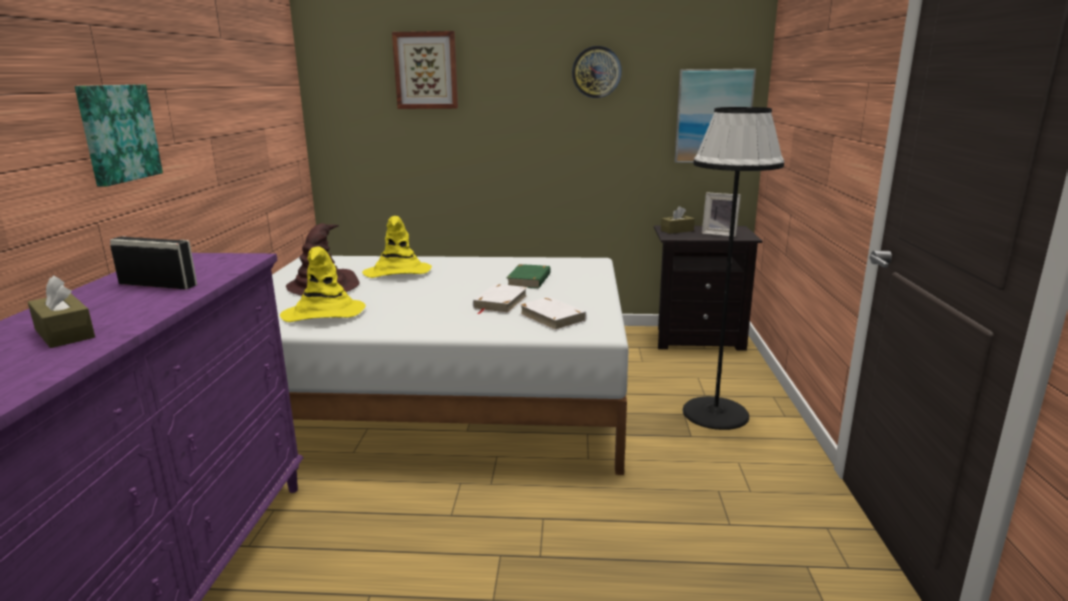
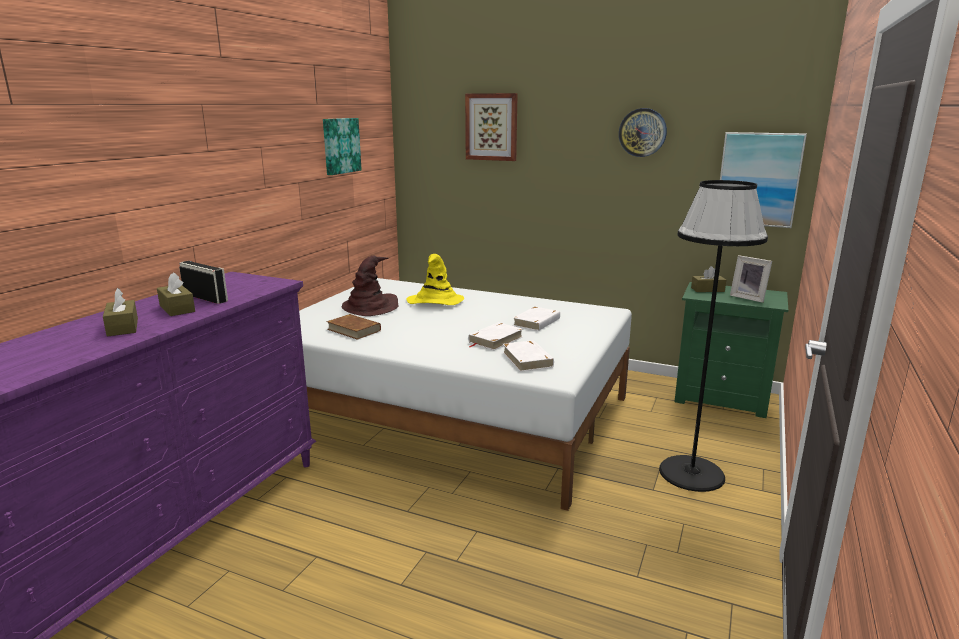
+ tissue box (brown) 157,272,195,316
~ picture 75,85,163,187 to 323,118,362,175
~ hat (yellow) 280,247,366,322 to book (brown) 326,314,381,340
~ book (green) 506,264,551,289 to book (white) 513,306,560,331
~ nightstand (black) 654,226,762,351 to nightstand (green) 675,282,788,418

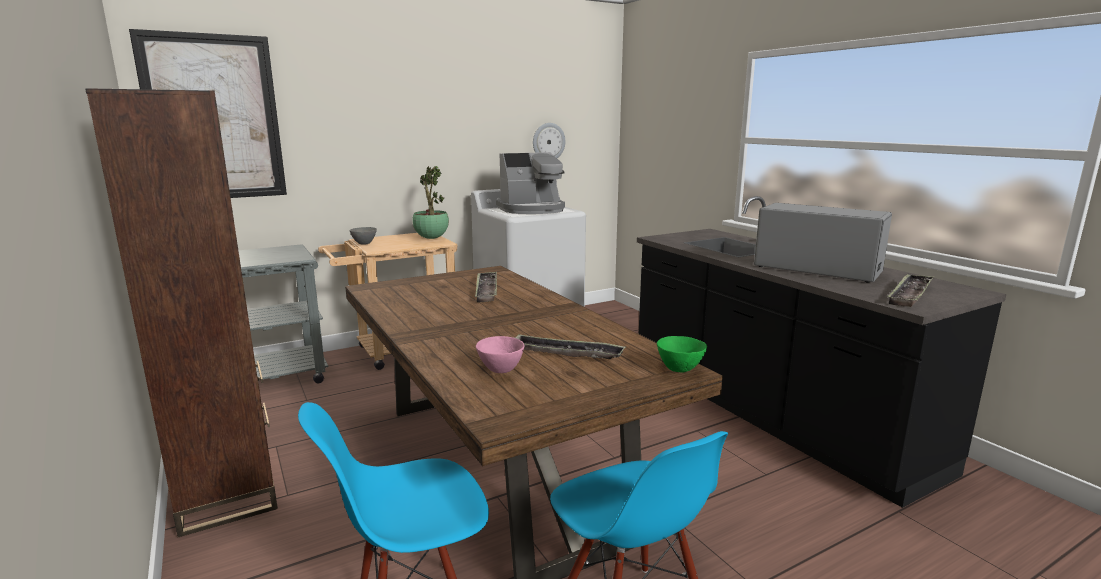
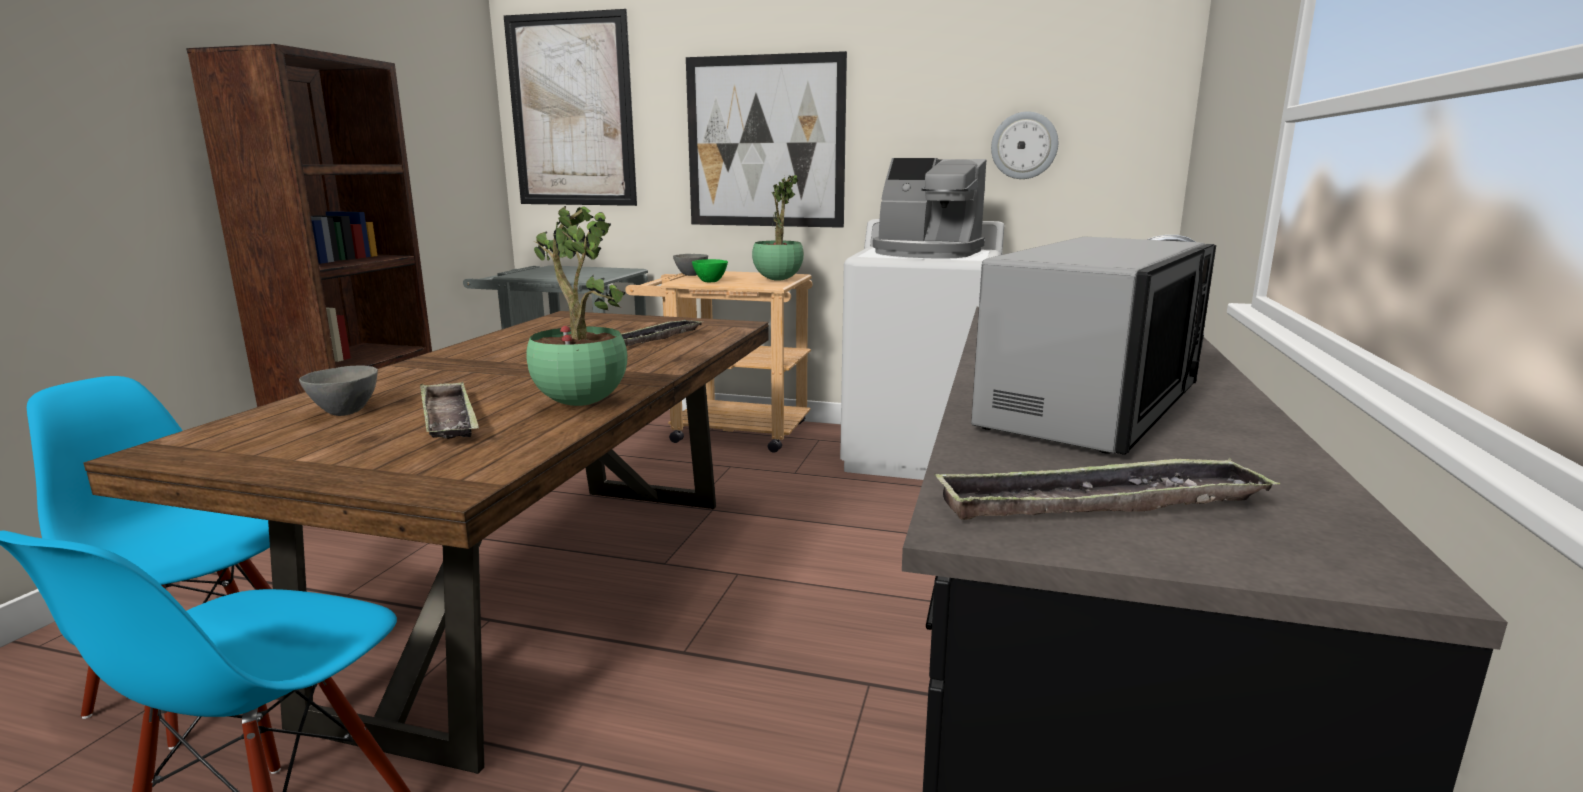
+ potted plant 526,206,627,406
+ picture 686,51,847,228
~ bowl (green) 657,336,707,372 to 692,259,728,282
~ bowl (pink) 476,336,524,373 to bowl (grey) 299,366,378,416
~ microwave 754,203,892,283 = 971,236,1216,455 45 degrees clockwise

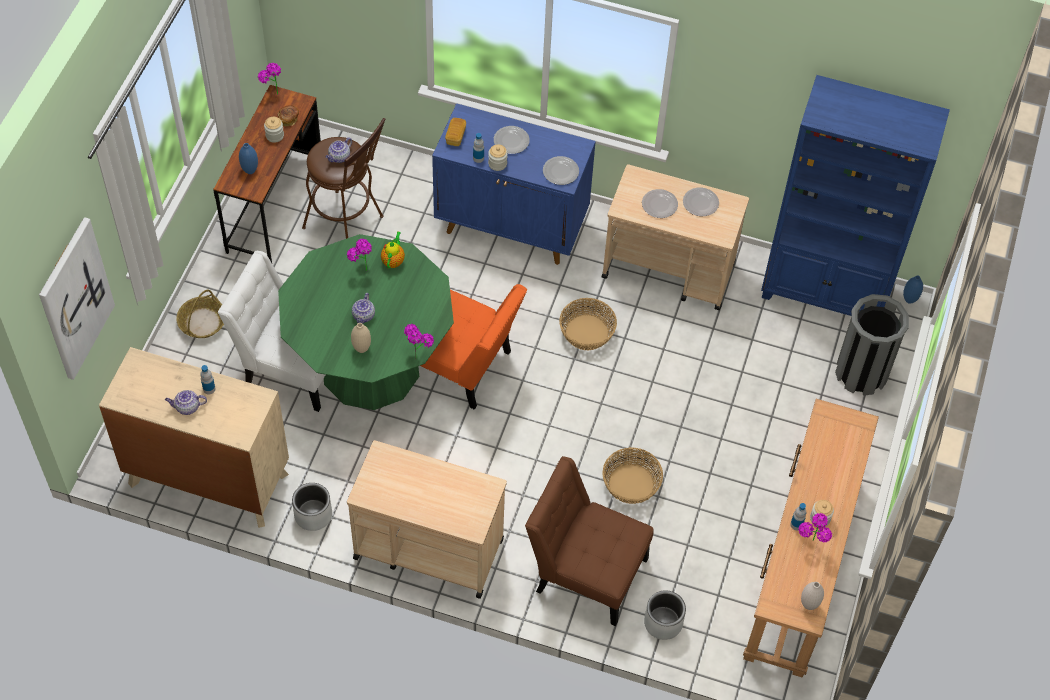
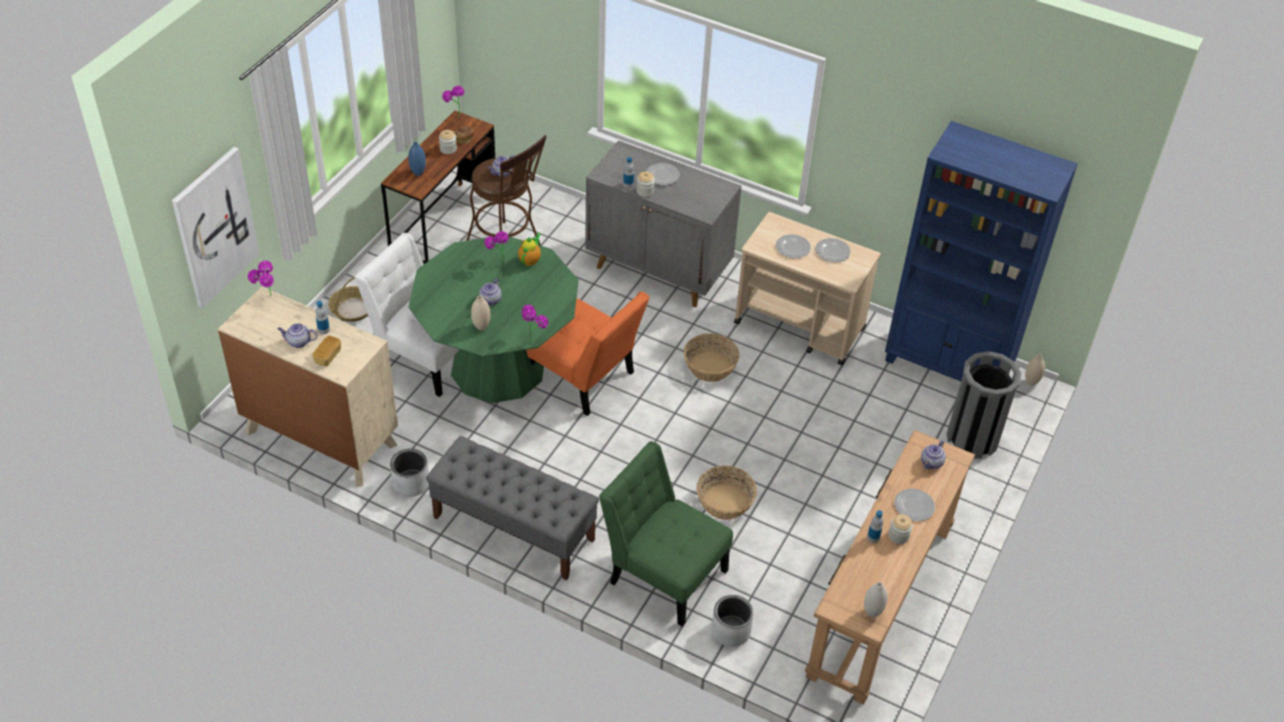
+ teapot 921,440,946,469
~ bread 445,118,466,146 to 312,336,341,366
~ plate 543,156,579,185 to 894,489,935,521
~ potted plant 798,513,832,543 to 248,260,274,295
~ cart (beige) 347,440,507,599 to bench (grey) 426,436,599,580
~ cabinet (blue) 432,103,596,265 to cabinet (grey) 585,141,742,307
~ chair (brown) 525,456,654,626 to chair (green) 599,441,733,626
~ vase (blue) 903,275,923,304 to vase (beige) 1025,354,1045,386

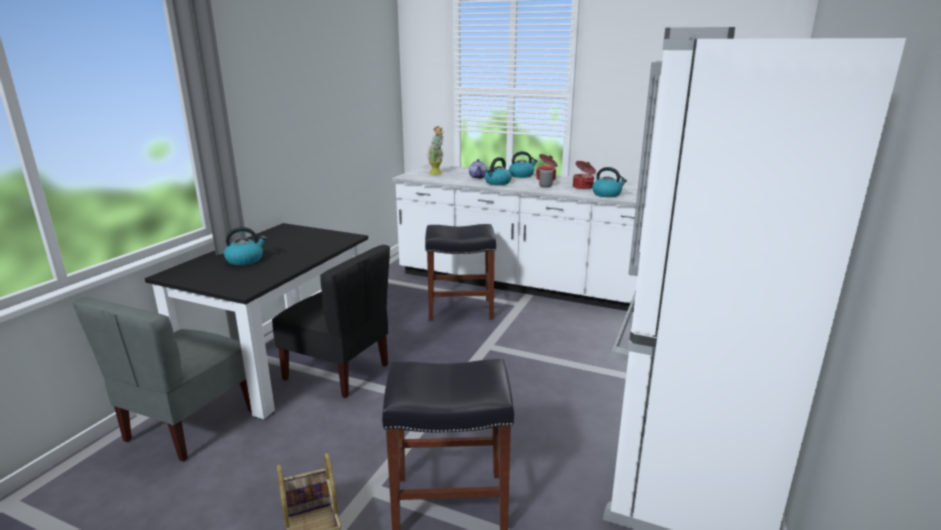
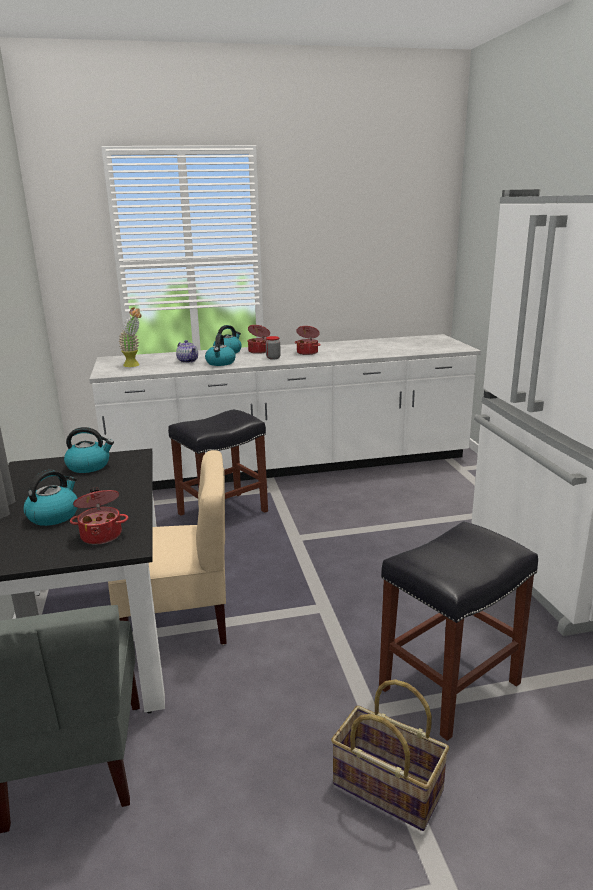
+ cooking pot 70,488,128,545
~ kettle 592,167,627,197 to 64,427,114,473
~ chair (black) 272,245,390,398 to chair (beige) 108,450,227,645

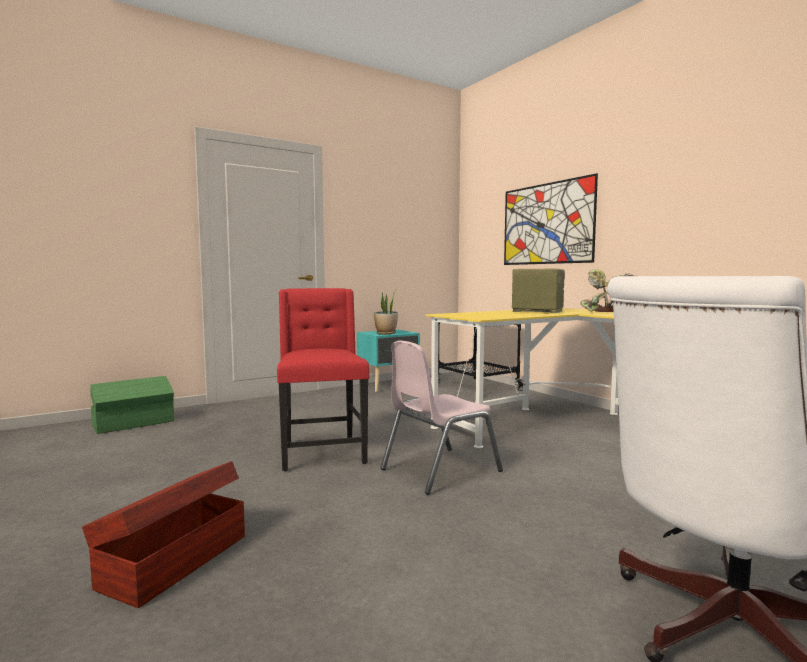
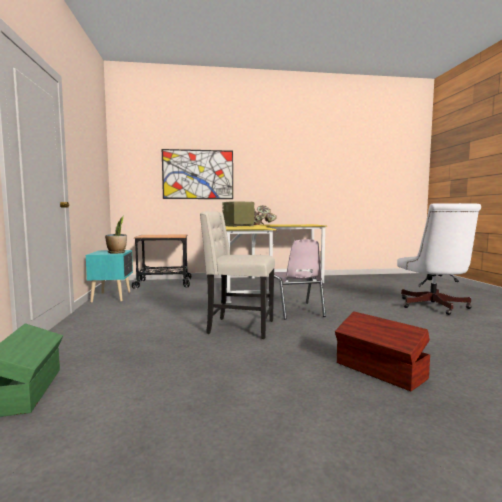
~ chair (red) 277,288,369,471 to chair (beige) 200,211,275,339

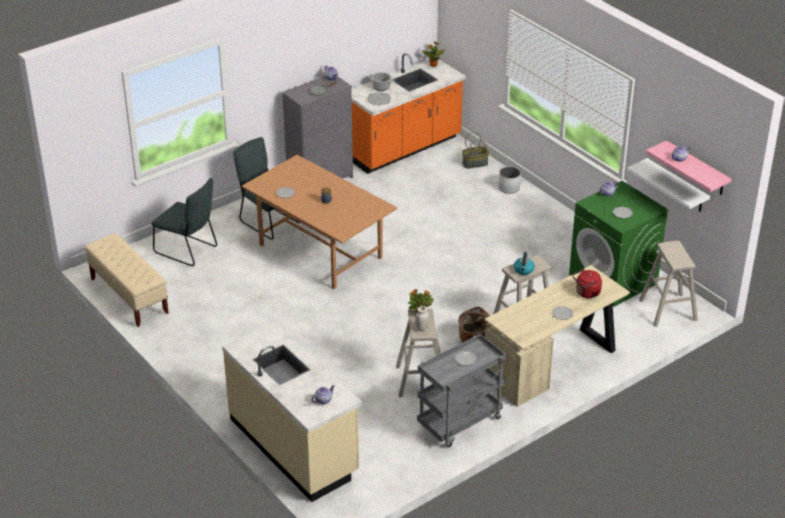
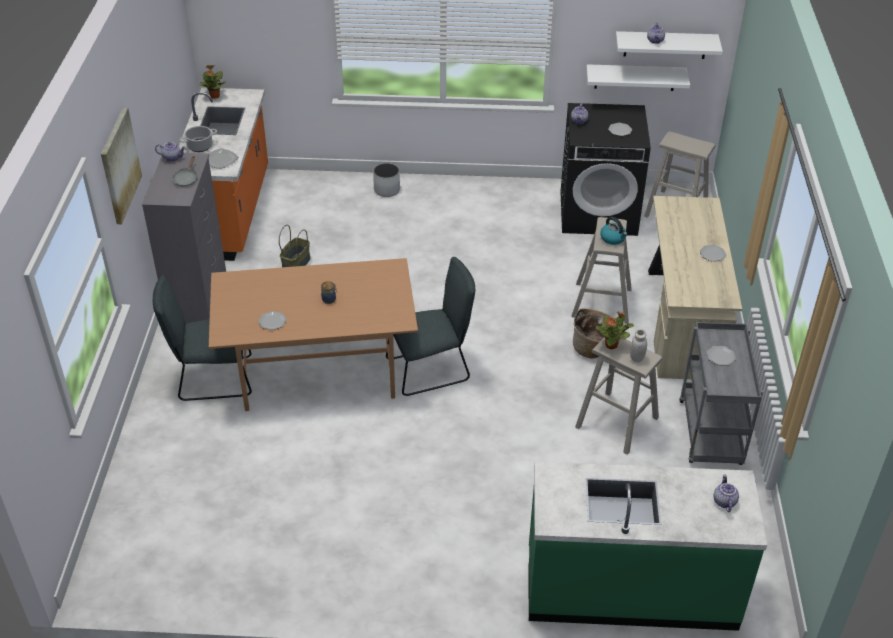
- bench (beige) 85,233,169,327
- kettle (red) 572,269,602,298
+ picture 101,107,142,224
~ chair (grey) 151,178,217,266 to 386,257,475,396
~ basket 462,132,489,169 to 279,225,310,267
~ counter (beige) 222,322,362,502 to counter (green) 529,462,767,631
~ washing machine (green) 569,181,669,307 to washing machine (black) 560,103,651,236
~ shelf (pink) 646,140,732,195 to shelf (white) 616,31,723,59

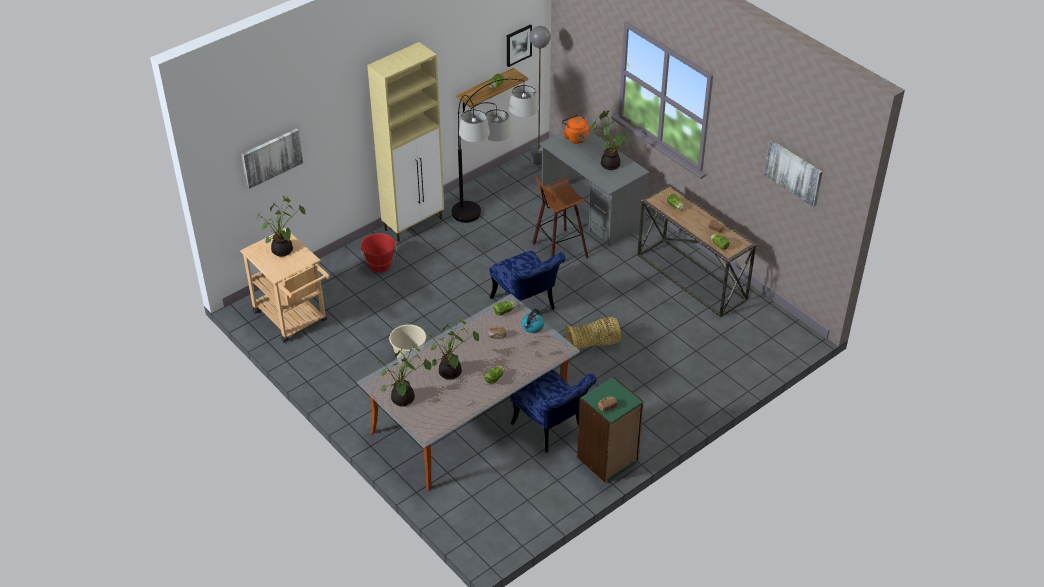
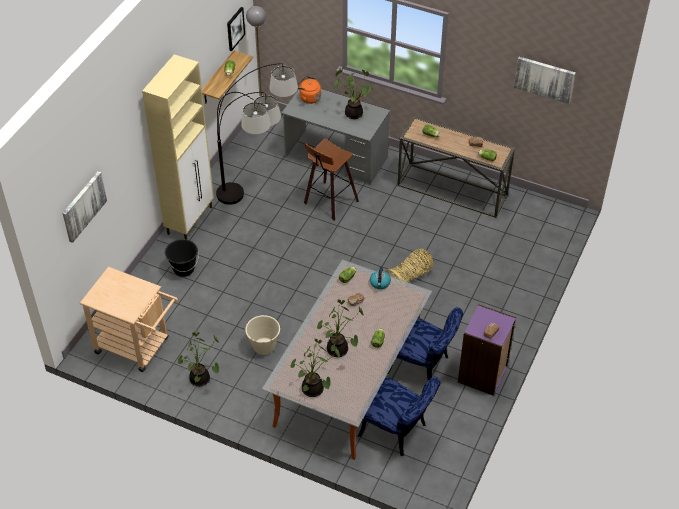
~ potted plant 257,196,305,256 to 178,332,219,387
~ chair (blue) 489,251,565,309 to 358,377,440,456
~ bucket (red) 361,233,396,273 to bucket (black) 165,239,199,277
~ bookcase (green) 577,376,644,483 to bookcase (purple) 458,304,516,396

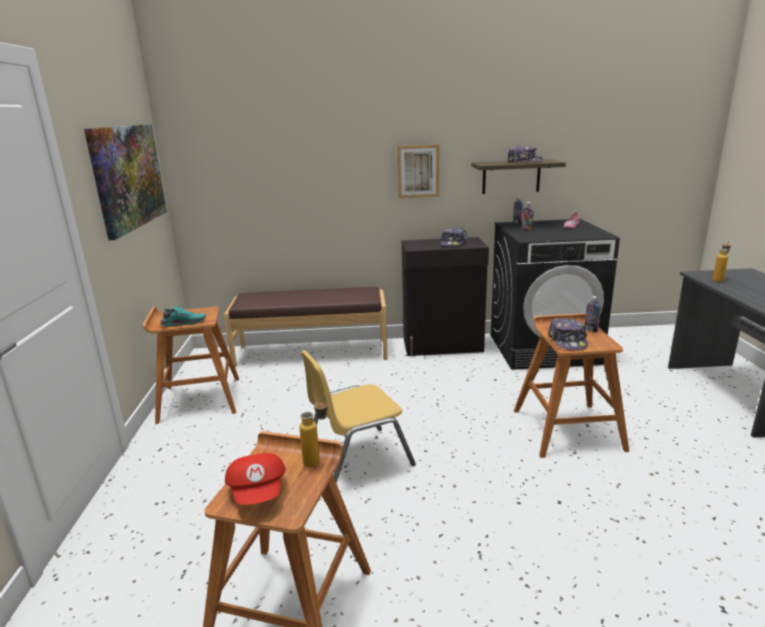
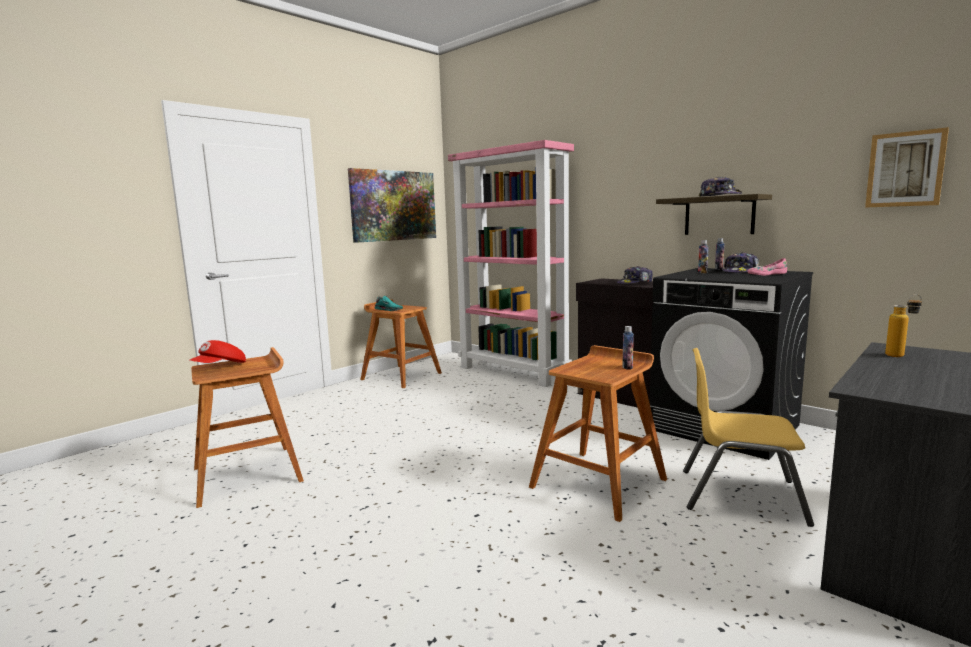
- bottle 299,398,328,467
~ chair (yellow) 300,350,416,483 to 683,348,814,527
~ picture 397,144,439,198 to 865,127,949,207
~ cap 548,318,588,350 to 723,252,759,273
~ bench (brown) 224,287,388,368 to bookcase (pink) 448,140,574,387

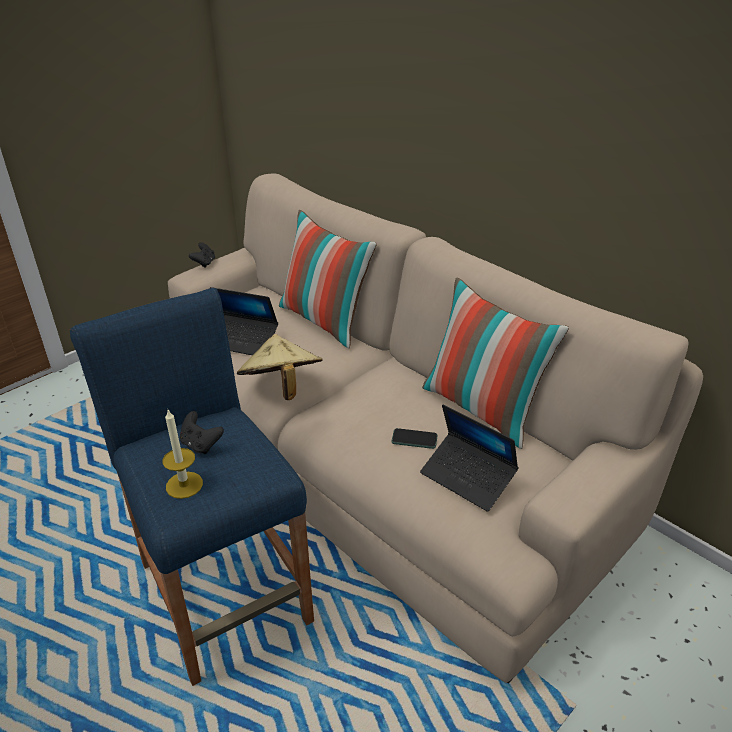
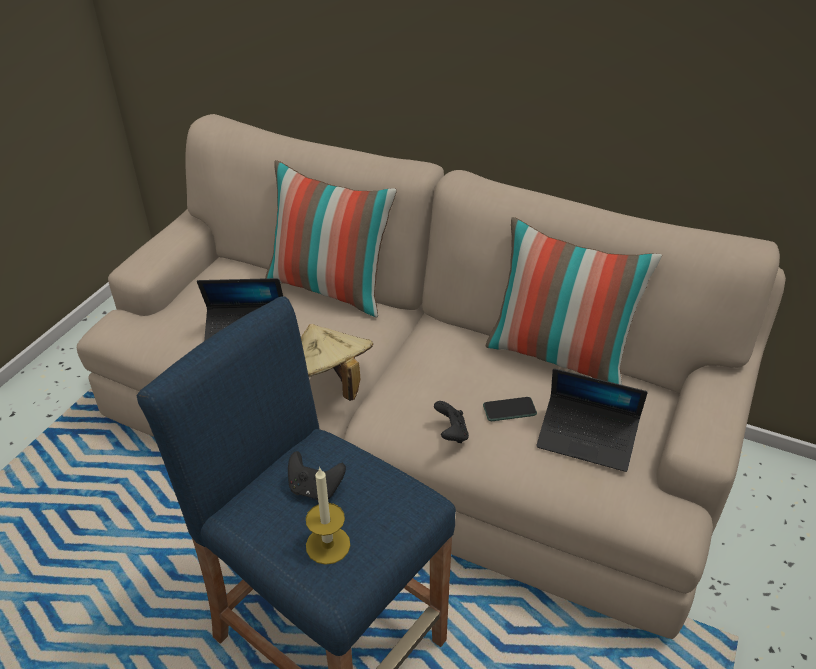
~ game controller (black) 189,242,215,268 to 434,401,469,443

